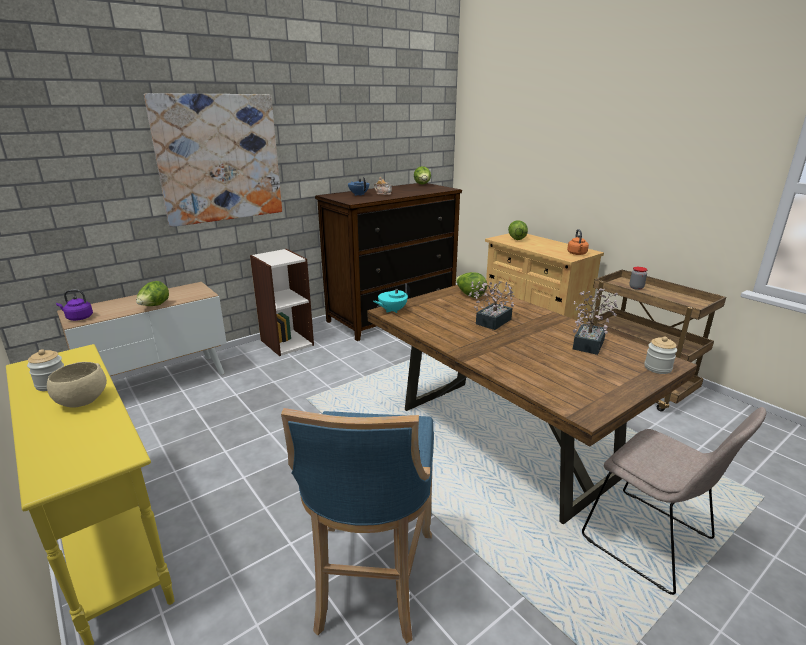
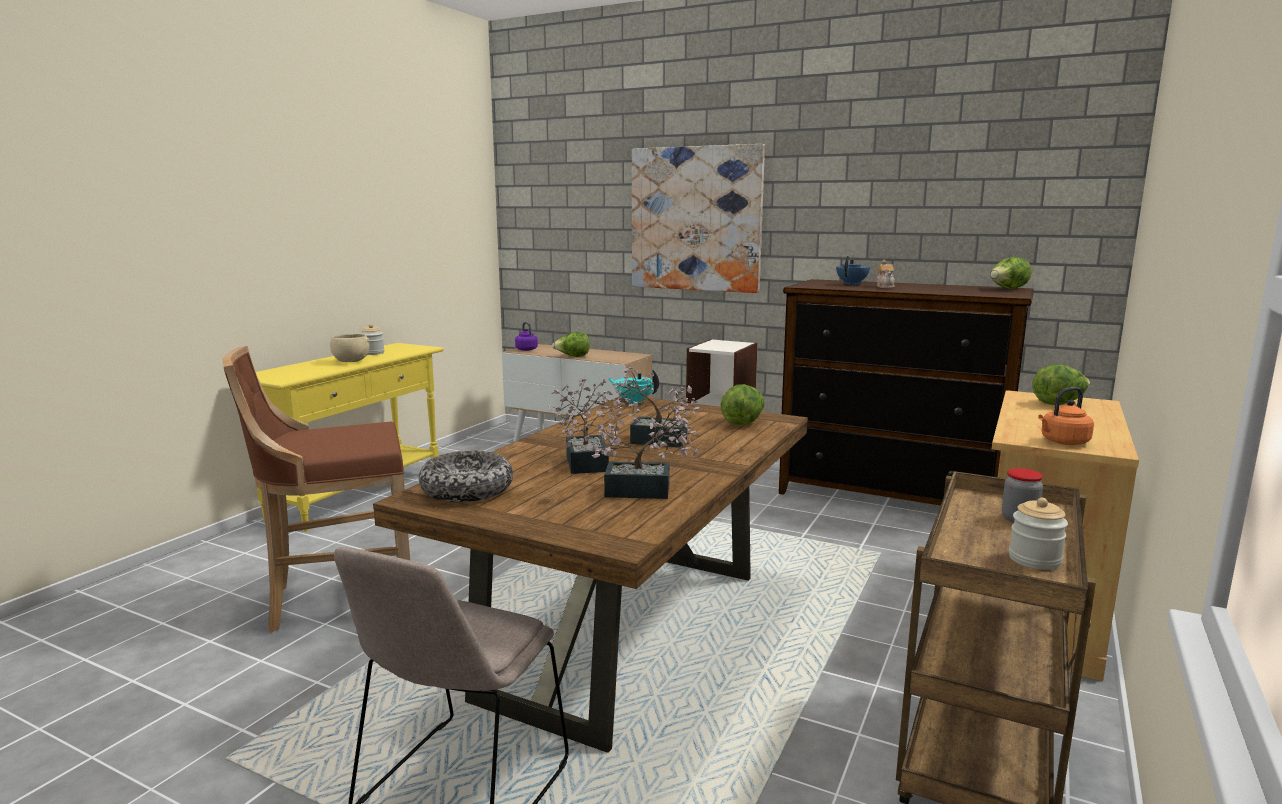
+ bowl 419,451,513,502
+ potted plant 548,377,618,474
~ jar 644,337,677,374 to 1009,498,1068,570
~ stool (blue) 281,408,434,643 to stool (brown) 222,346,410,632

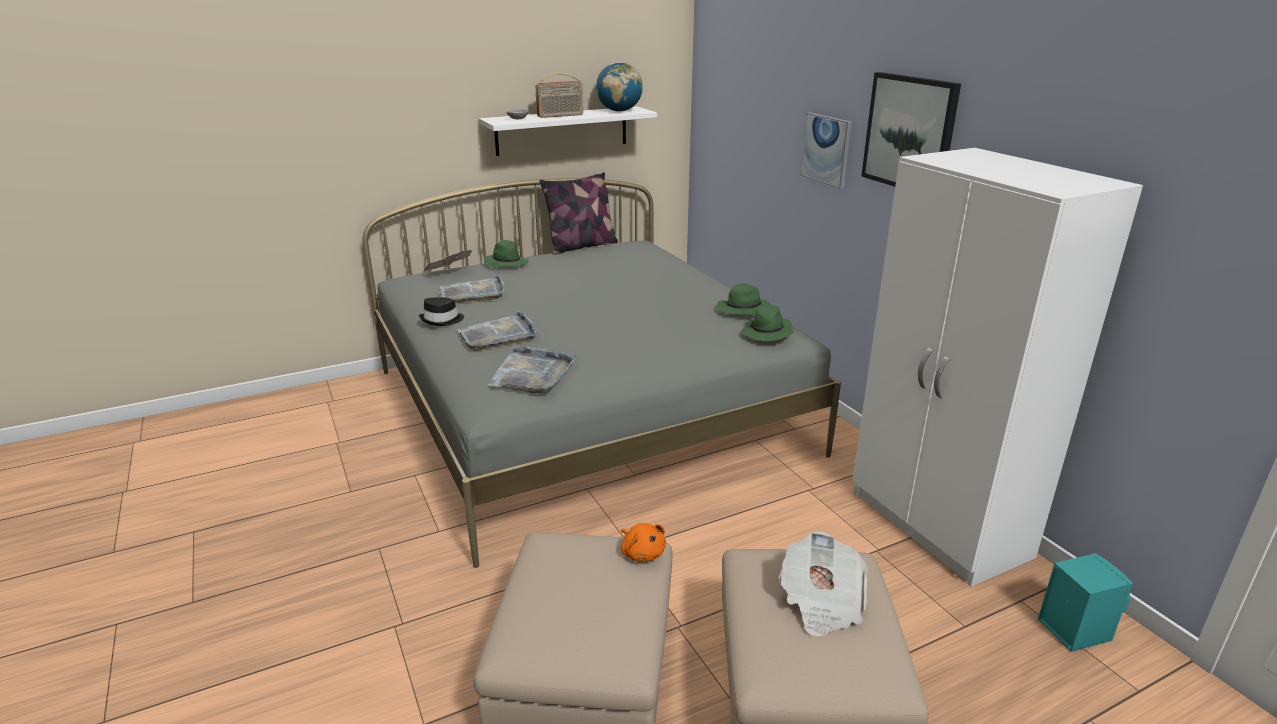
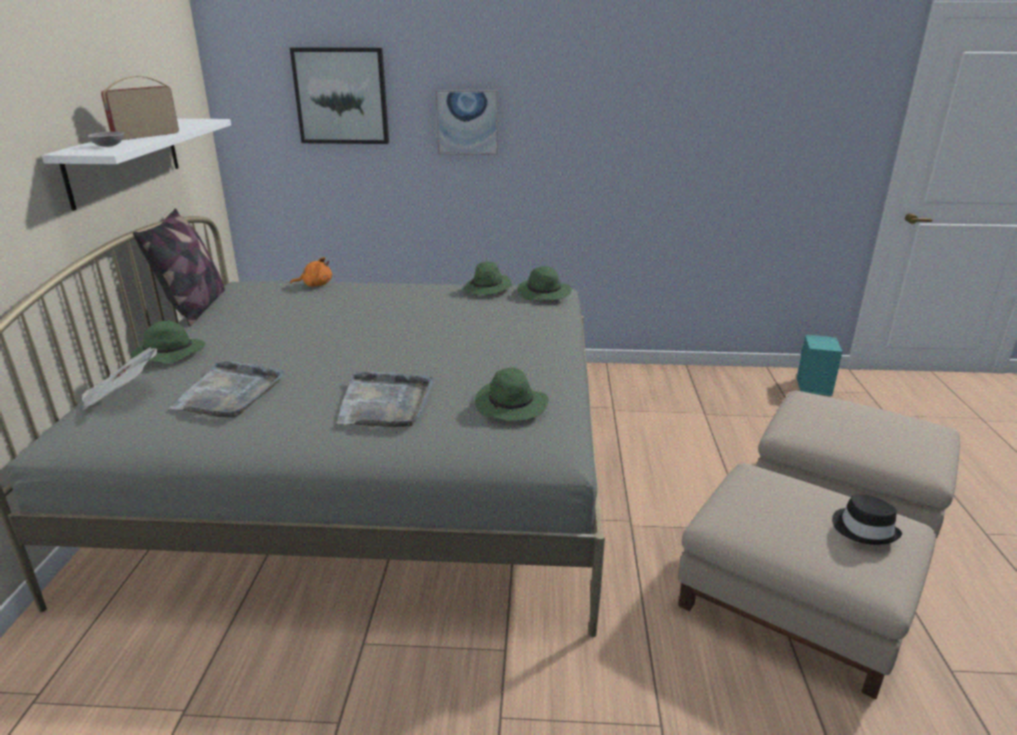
- globe 596,62,643,112
- newspaper 779,531,868,637
- wardrobe (white) 852,148,1143,586
~ hat (black) 419,297,464,326 to 832,494,902,545
~ plush toy (orange) 621,523,666,562 to 290,257,332,287
~ picture 861,72,961,187 to 290,47,389,144
~ tray (grey) 488,346,576,393 to hat (green) 475,368,548,421
~ radio 536,74,583,118 = 101,76,179,140 150 degrees counterclockwise

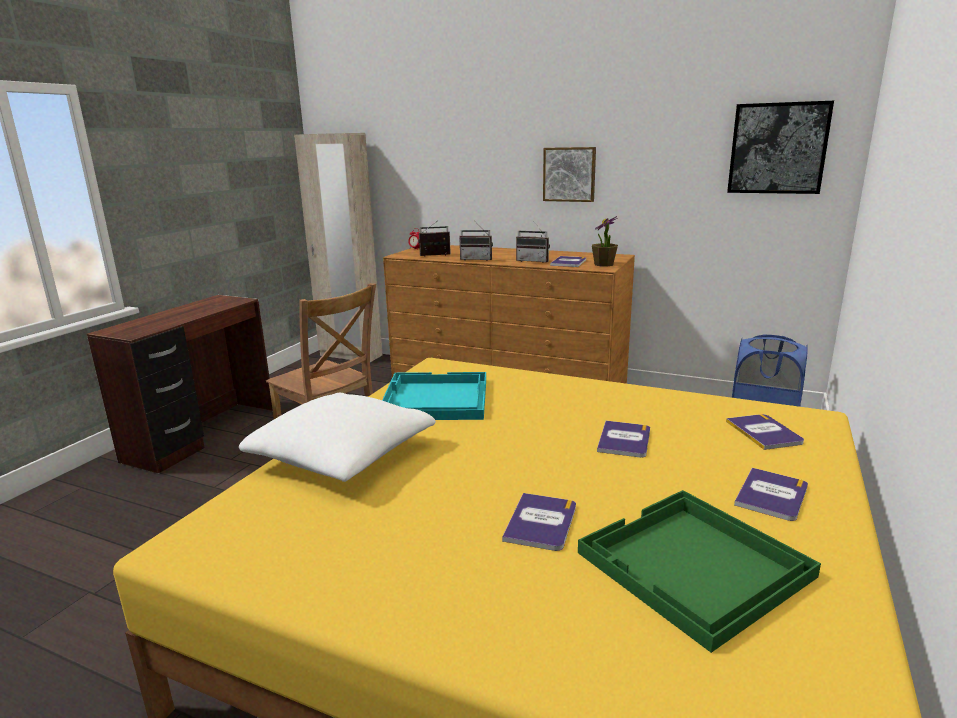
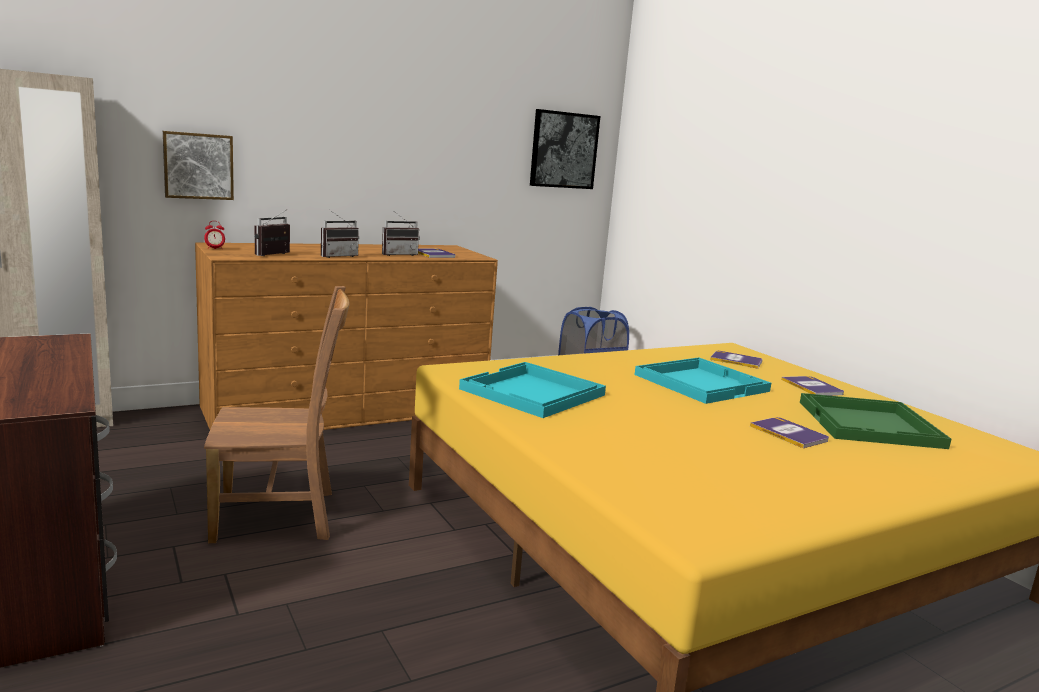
- pillow (white) 239,393,436,482
- potted plant 592,216,618,267
~ picture 543,147,596,202 to 163,131,234,200
~ book 597,421,650,458 to tray (turquoise) 634,357,771,404

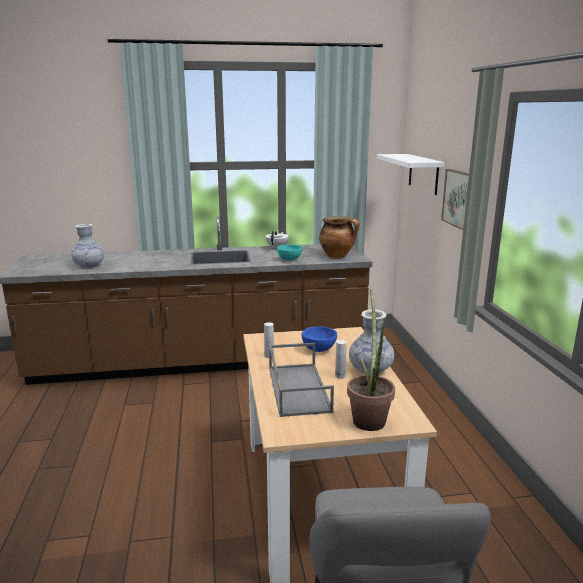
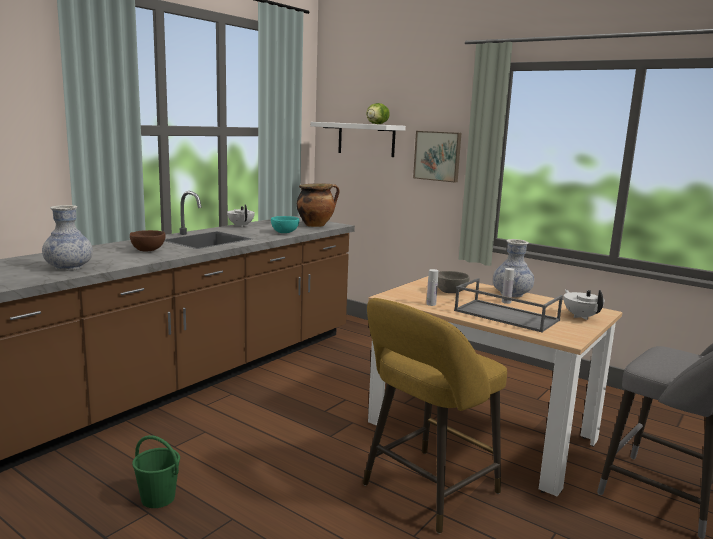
+ bowl (brown) 130,230,165,251
+ bucket (green) 132,435,180,508
+ stool (yellow) 363,298,507,534
+ lettuce 367,103,390,124
~ potted plant 347,289,395,431 to teapot (white) 564,290,605,320
~ bowl (blue) 302,326,337,352 to bowl (grey) 438,271,470,293

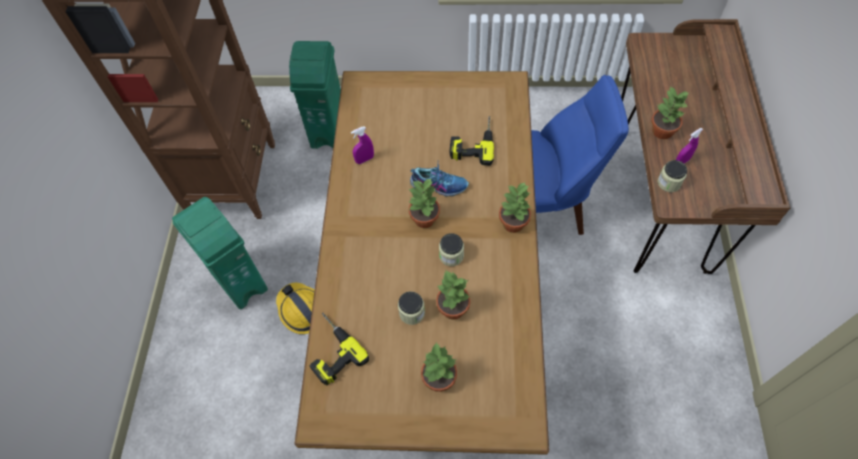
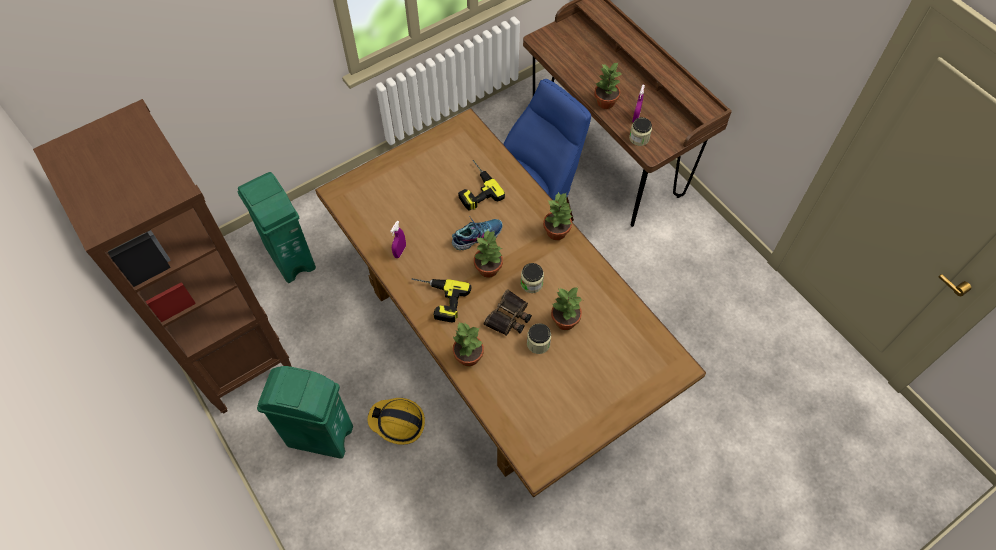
+ binoculars 483,289,532,336
~ power drill 310,313,369,385 to 412,278,472,322
~ potted plant 421,342,457,392 to 452,321,484,366

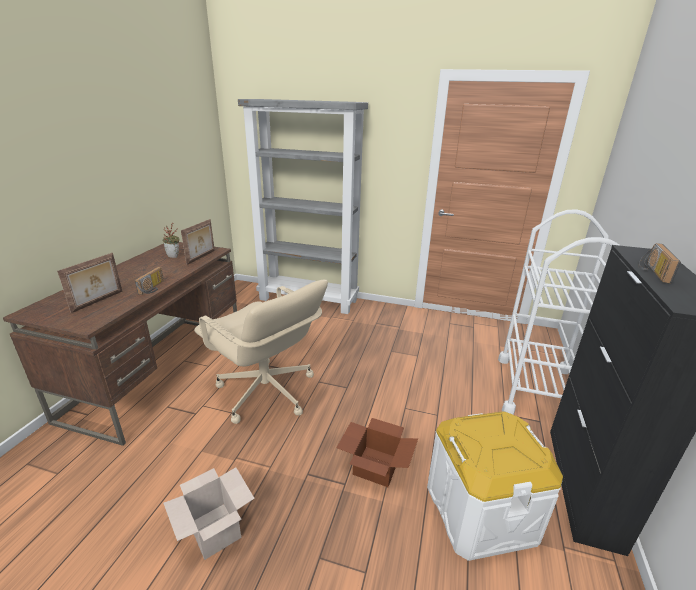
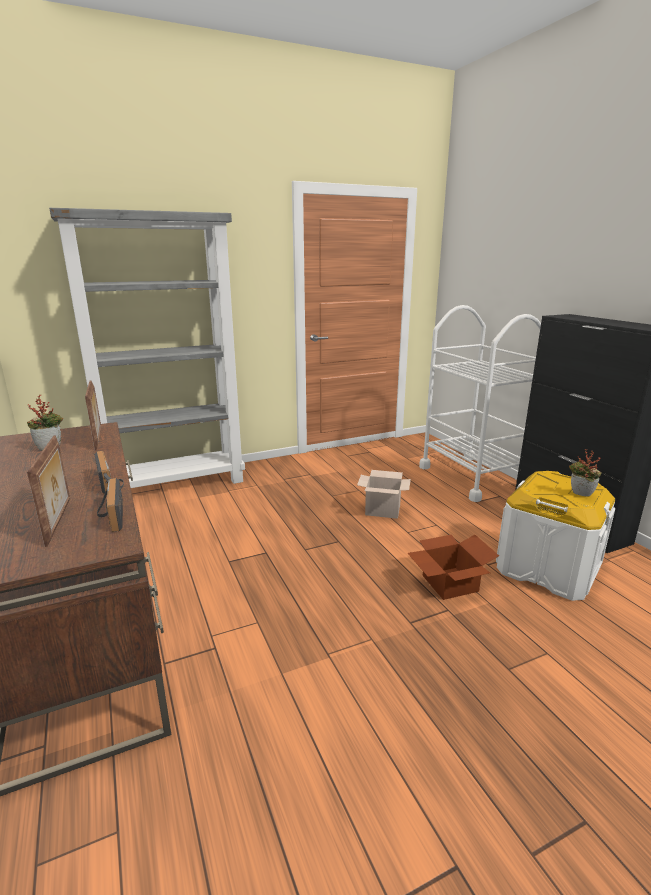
- office chair (beige) 194,280,328,424
+ potted plant 569,449,602,497
~ cardboard box 163,467,255,560 to 357,470,411,519
~ radio 639,243,681,284 to 97,478,123,532

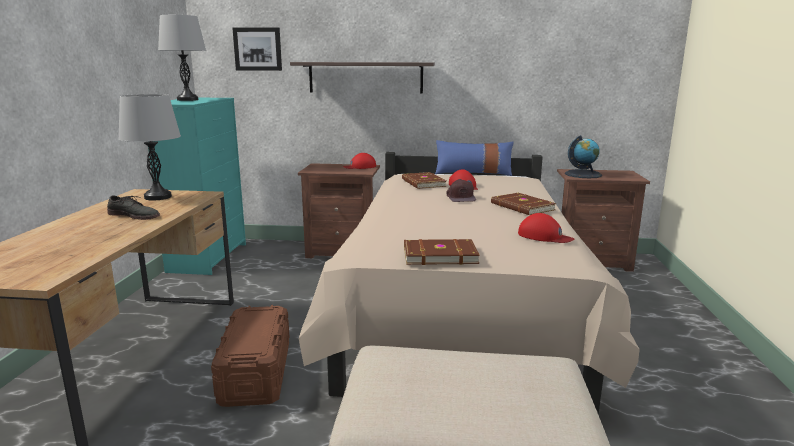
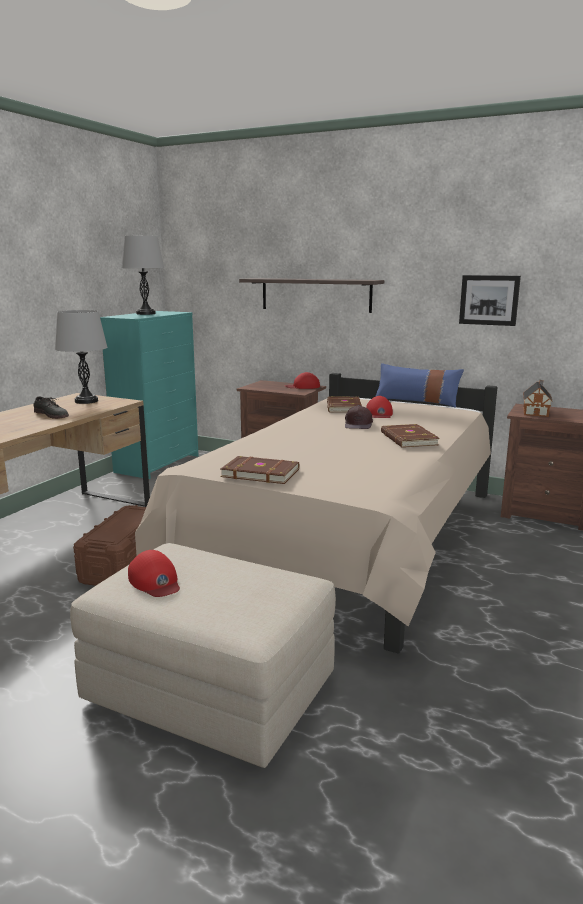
~ picture 232,27,282,71 to 459,275,521,326
~ cap (red) 518,213,574,243 to 128,550,180,597
~ globe 565,135,602,178 to toy house 523,380,553,417

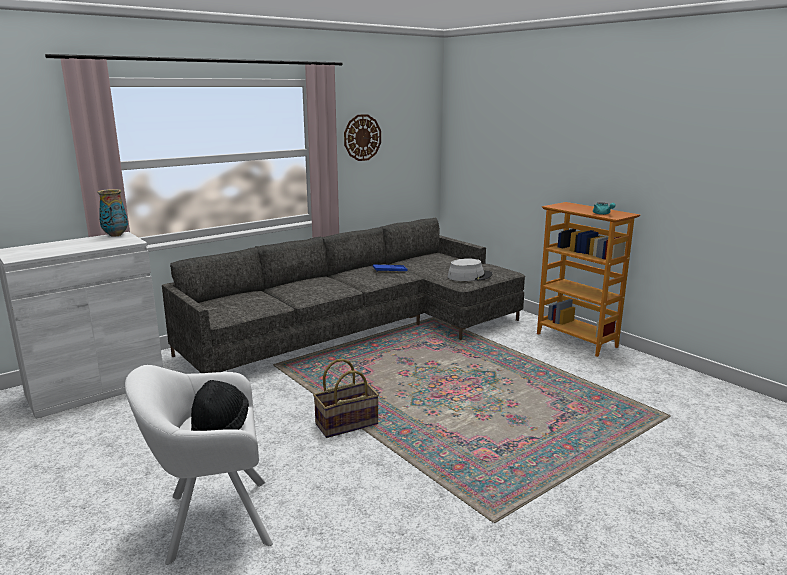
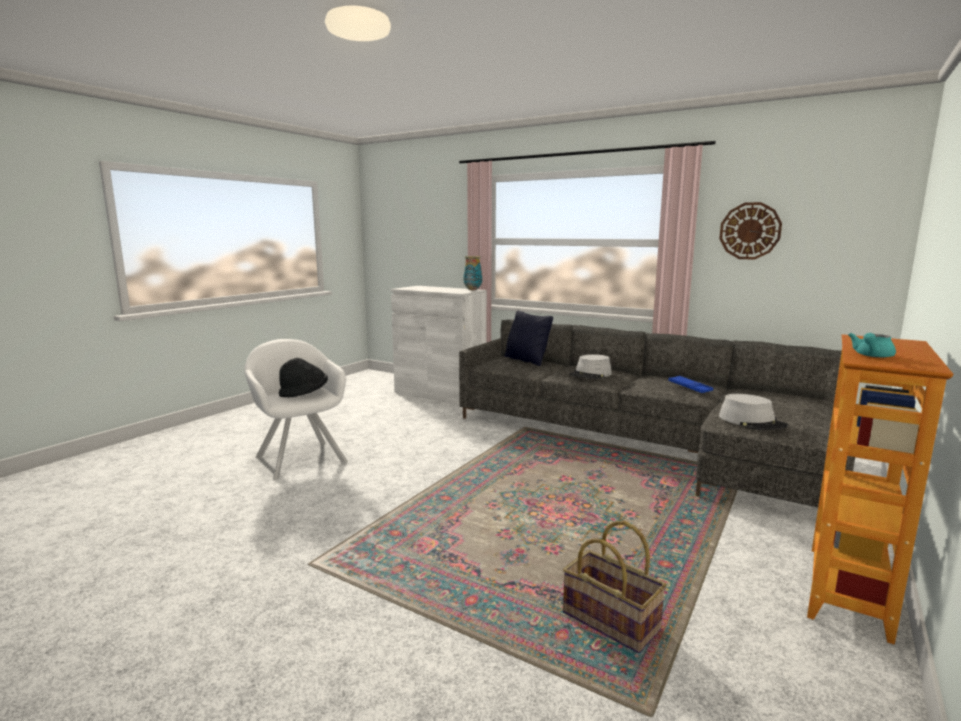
+ pillow (black) 504,311,553,366
+ hat (grey) 569,354,612,379
~ basket 313,359,379,438 to 563,521,666,653

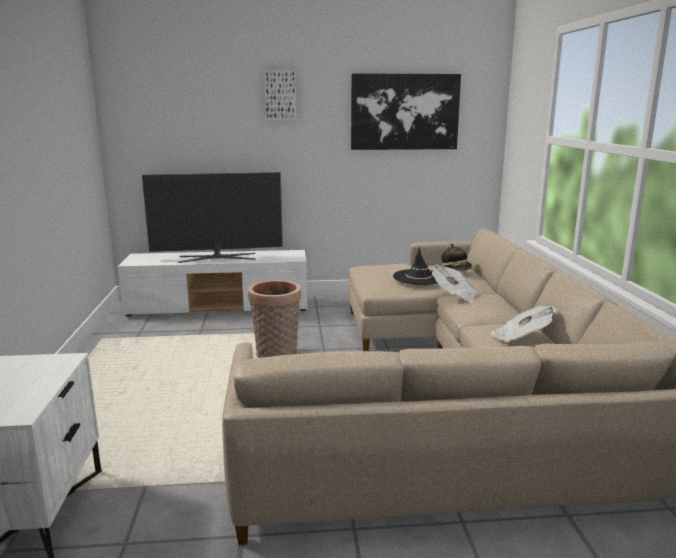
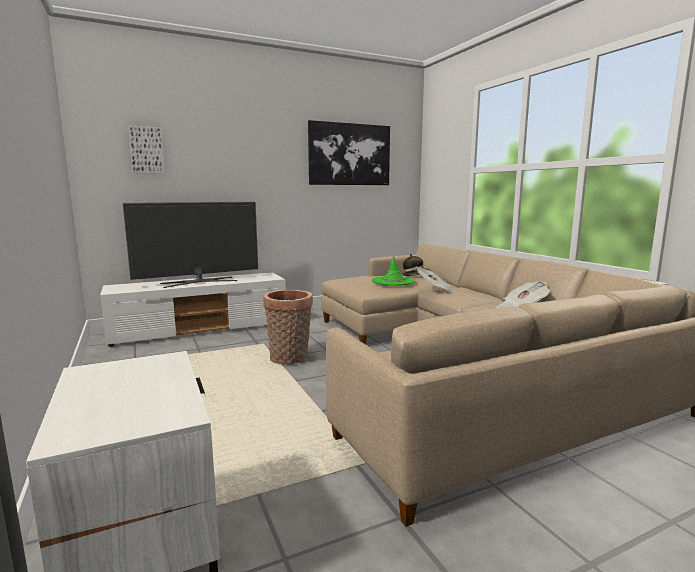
~ picture 264,71,297,120 to 128,125,165,174
~ hat (black) 393,247,438,285 to hat (green) 372,255,415,285

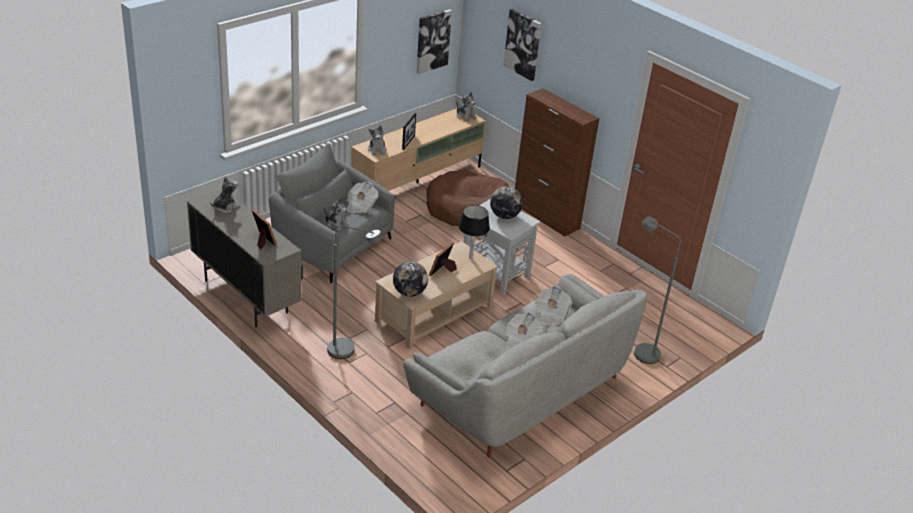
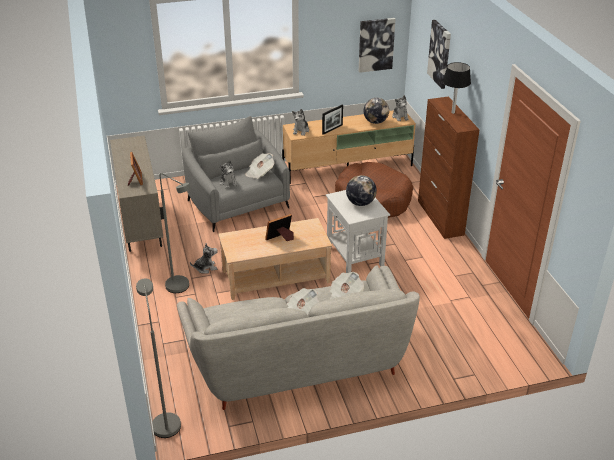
~ plush toy 210,177,240,213 to 190,243,217,274
~ globe 393,261,428,297 to 363,98,389,124
~ table lamp (black) 459,205,490,260 to 443,62,471,114
~ floor lamp (grey) 634,216,681,364 to 136,278,181,438

